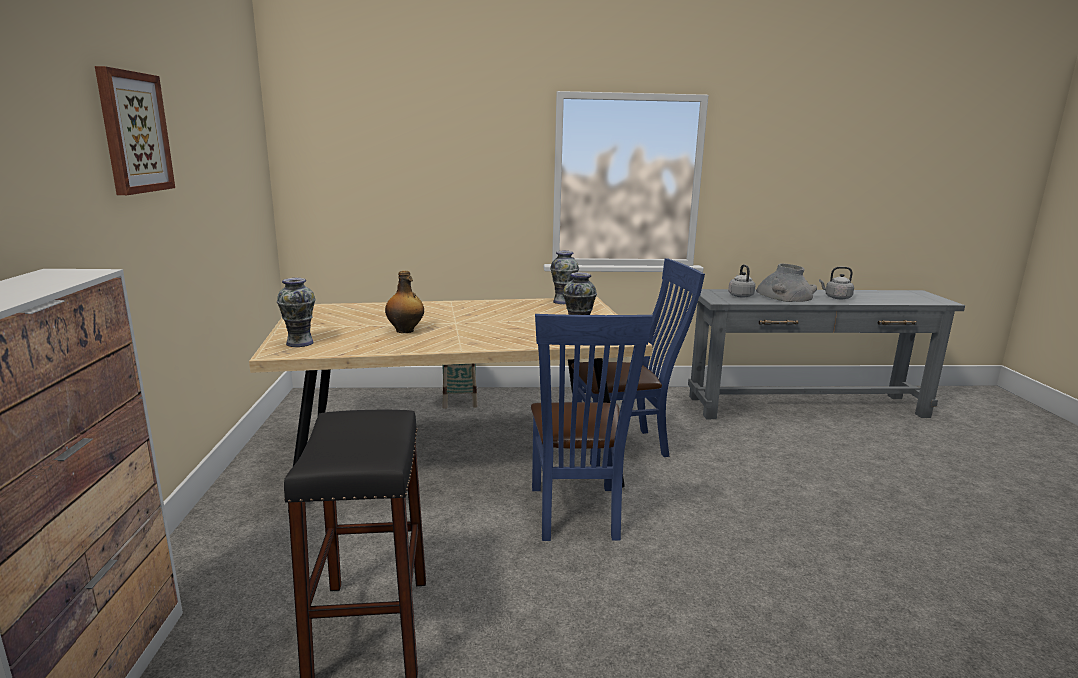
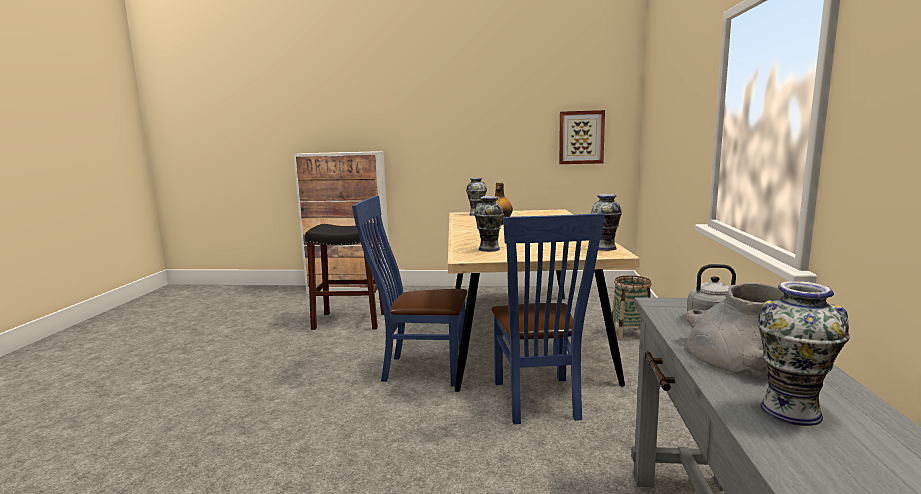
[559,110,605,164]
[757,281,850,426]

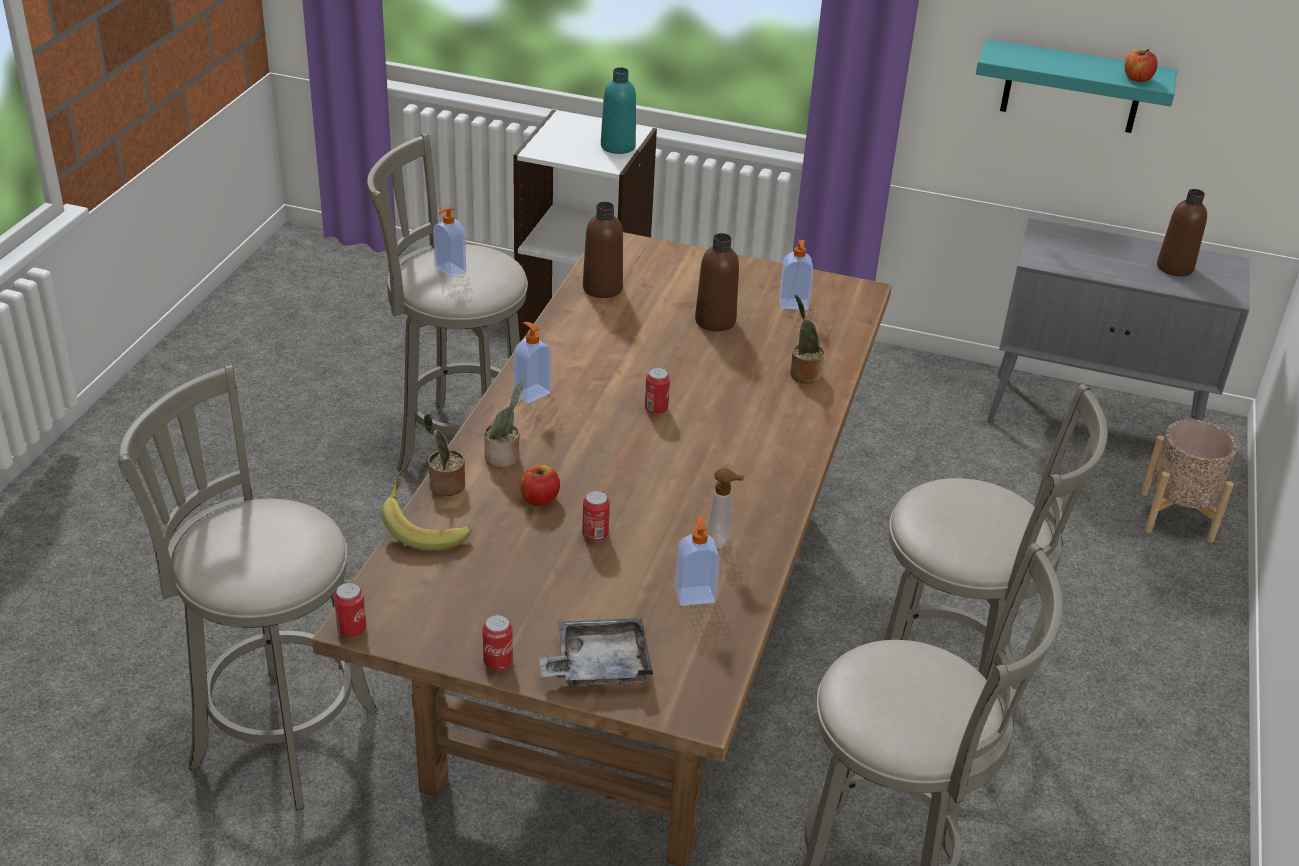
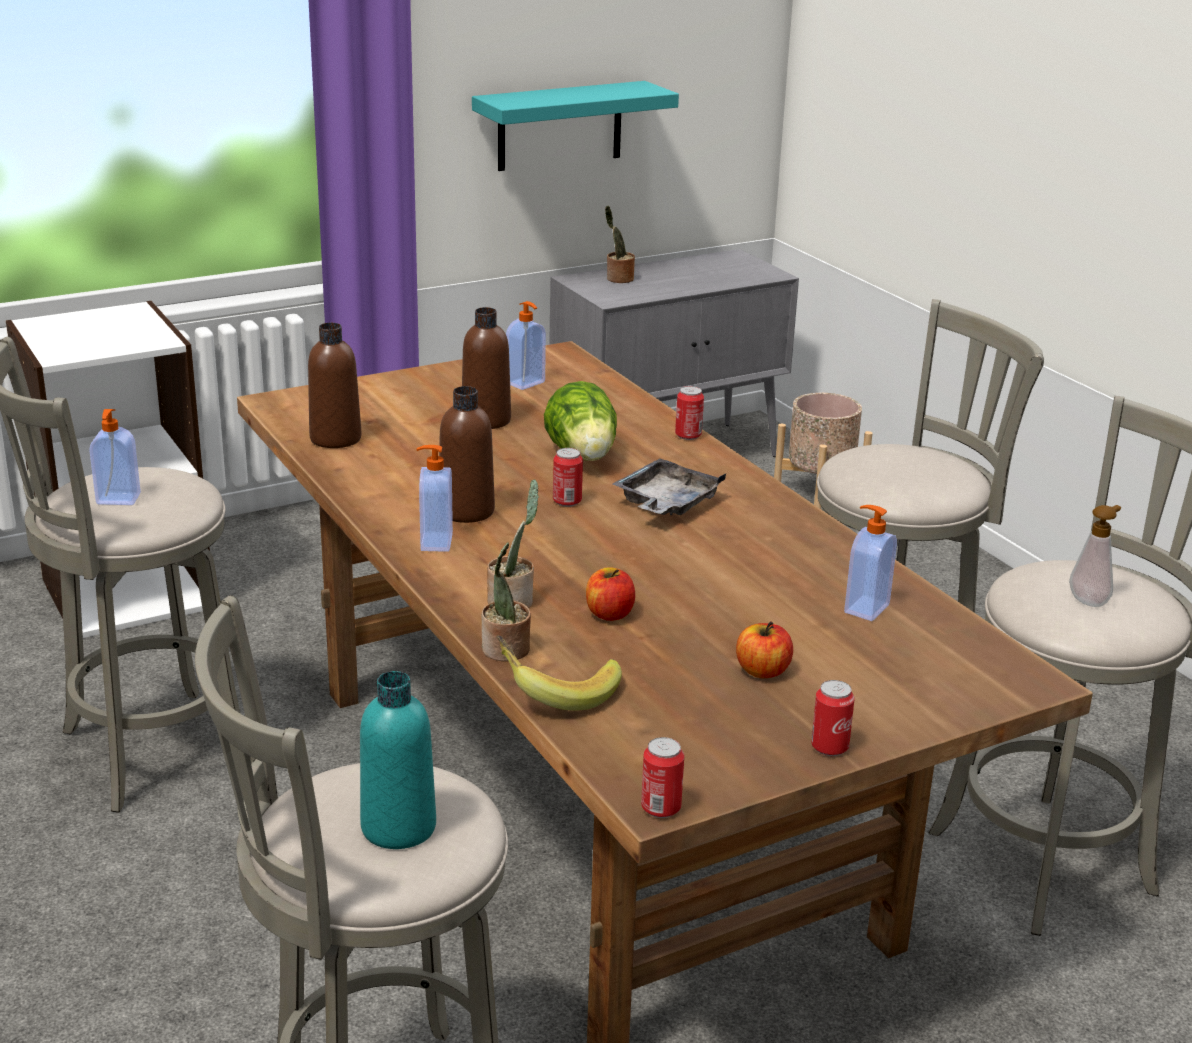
[360,671,436,849]
[439,386,495,523]
[544,381,617,461]
[605,206,635,283]
[613,458,726,515]
[675,386,704,440]
[736,621,793,678]
[1069,505,1121,607]

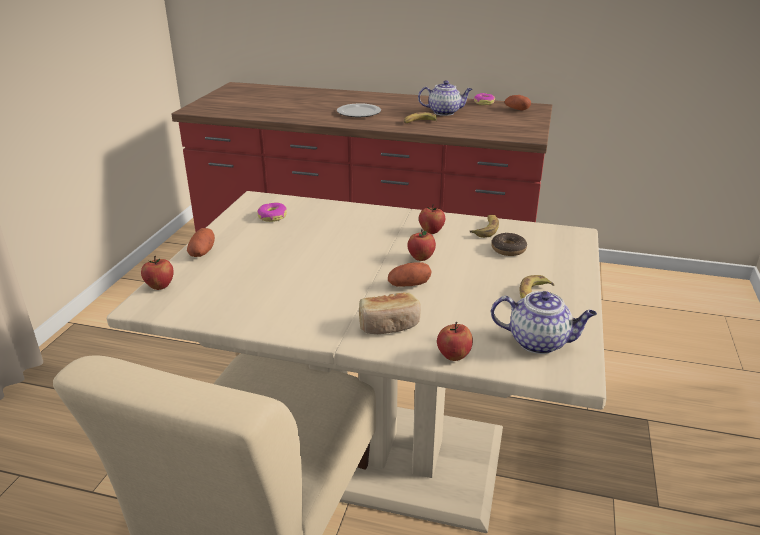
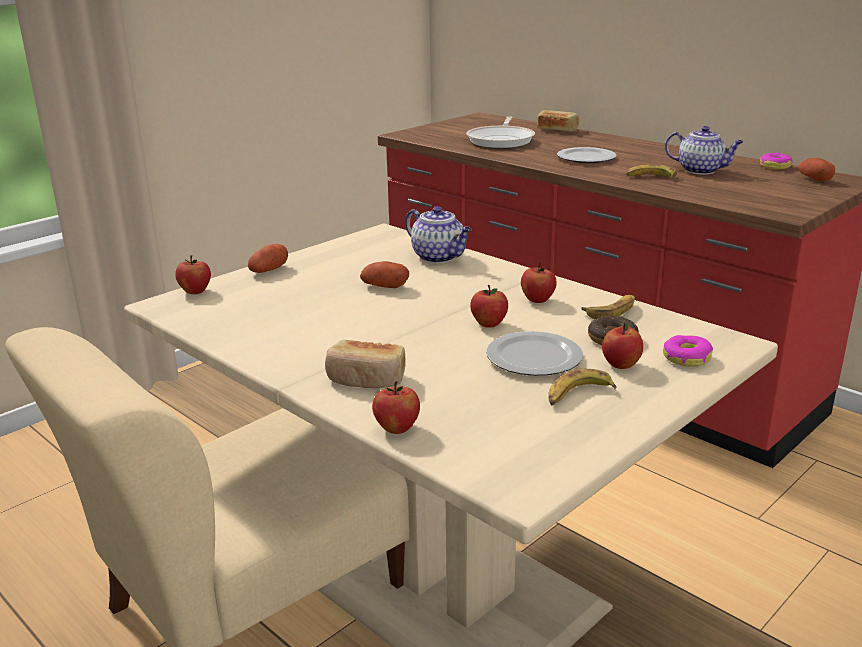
[360,261,409,288]
[405,206,472,263]
[466,116,535,148]
[486,331,583,376]
[537,110,579,132]
[602,322,643,369]
[663,335,713,367]

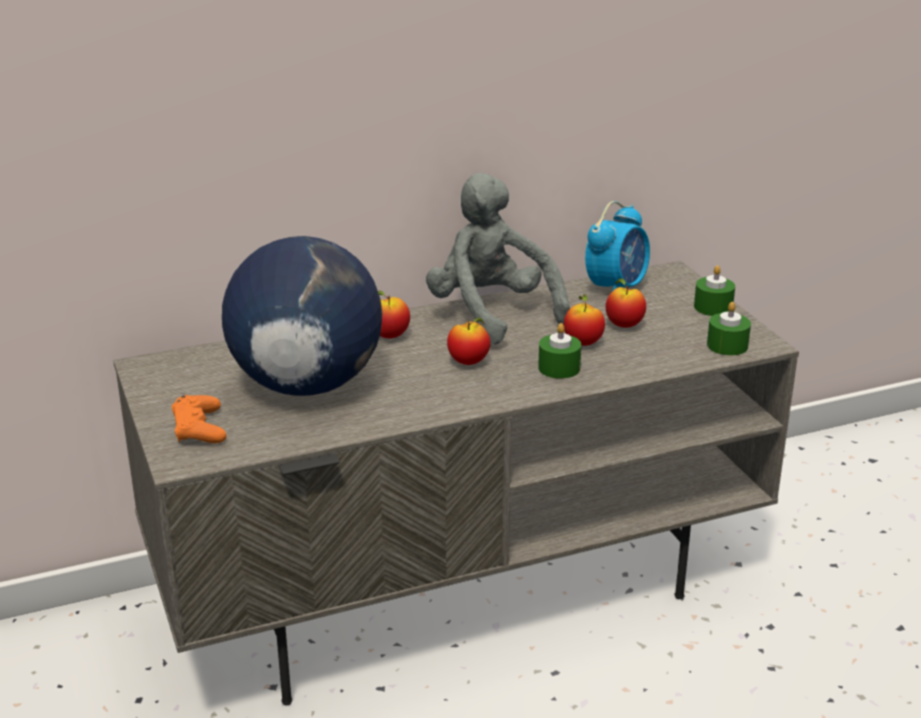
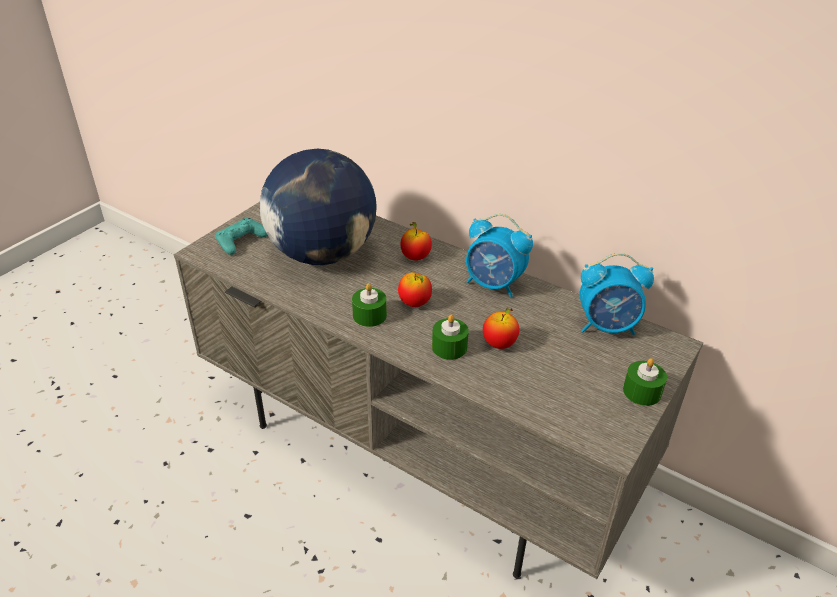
[215,218,267,255]
[352,283,387,327]
[466,214,533,297]
[606,278,646,328] (first image)

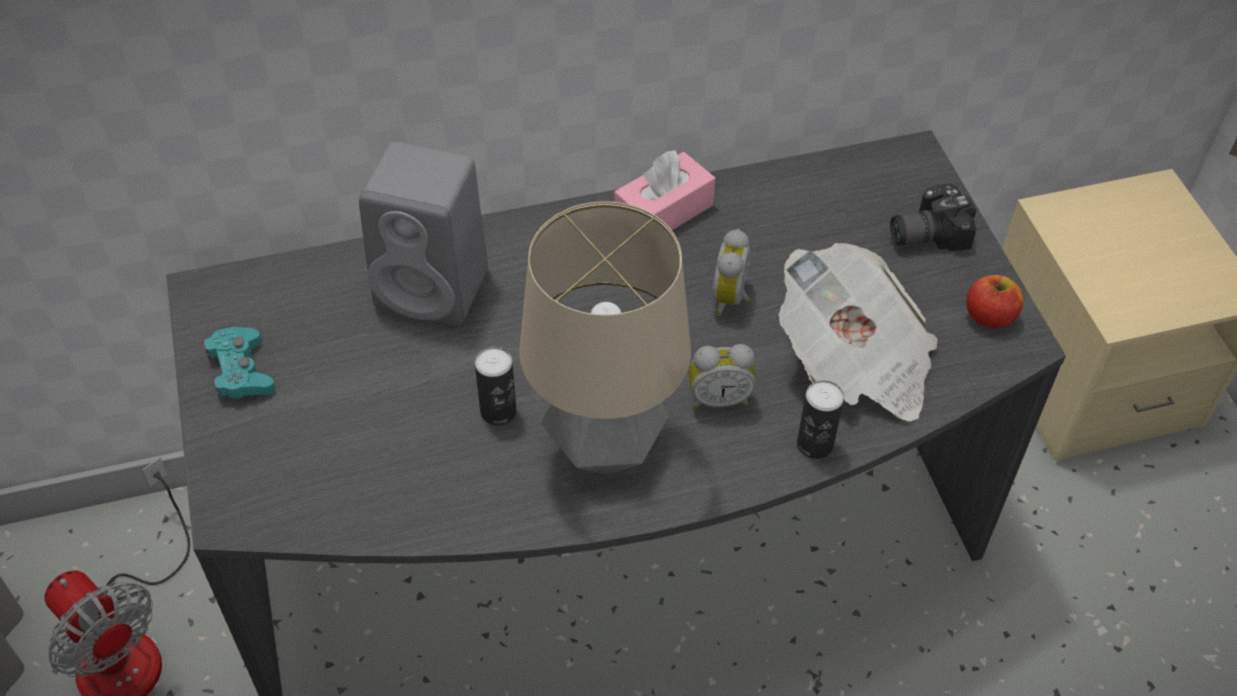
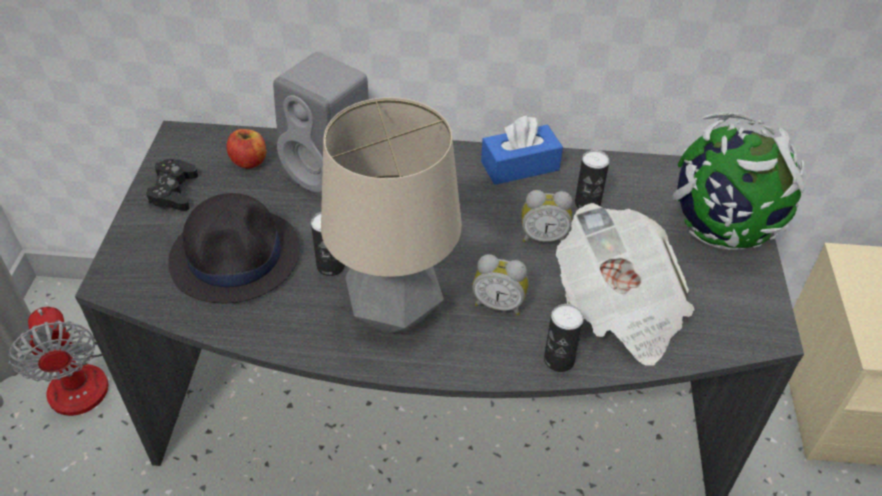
[145,159,198,211]
[168,193,300,303]
[227,129,266,169]
[481,115,563,185]
[522,190,573,242]
[575,150,610,209]
[672,112,806,250]

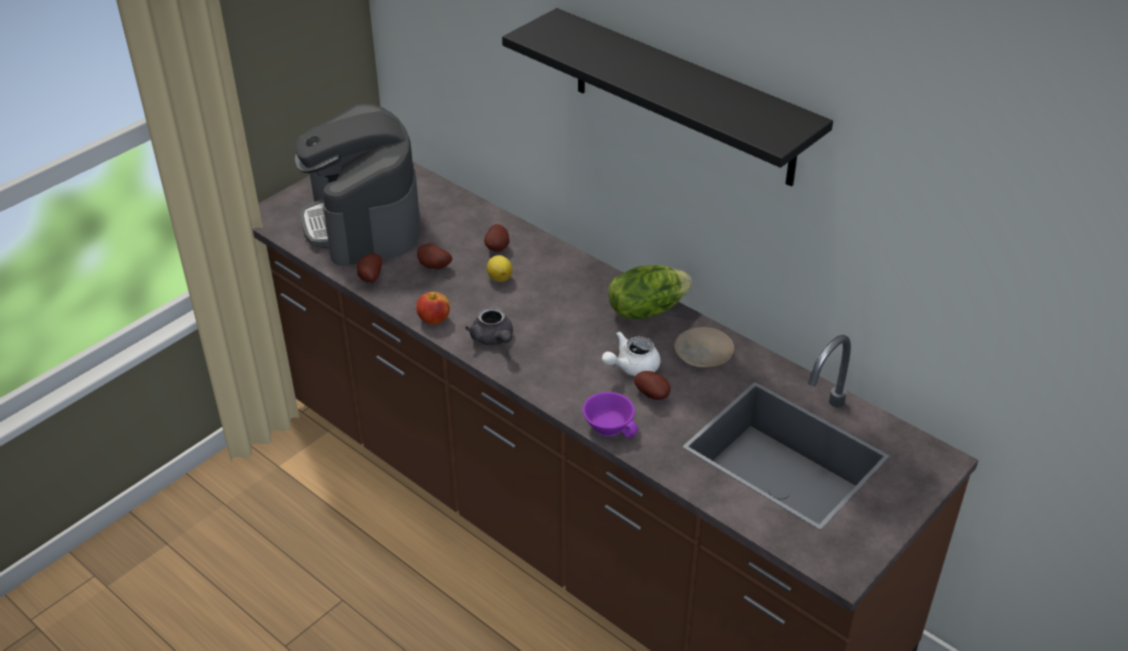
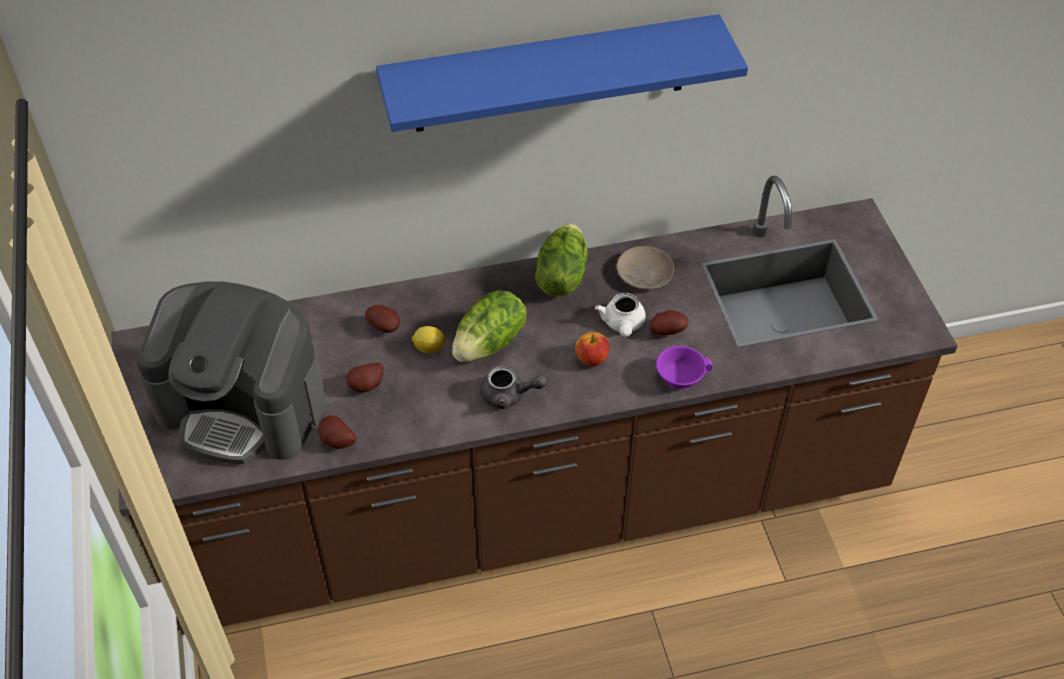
[376,14,748,132]
[452,290,527,362]
[575,332,610,366]

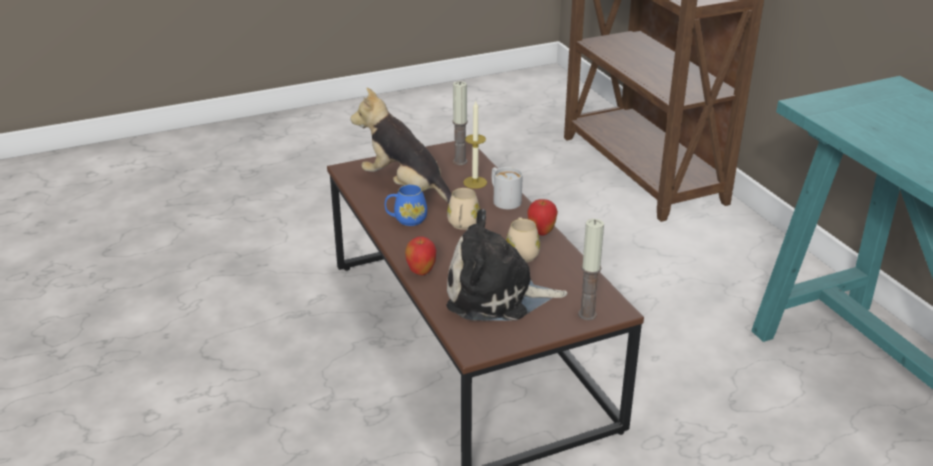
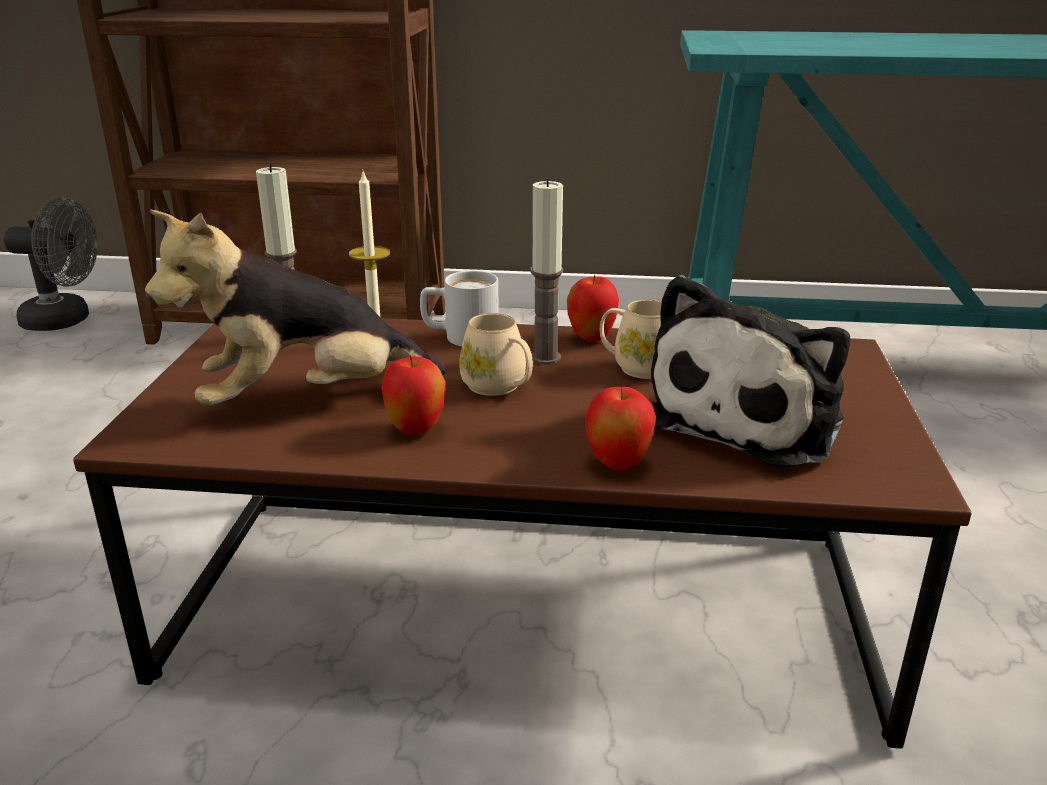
[4,198,98,331]
[381,356,445,436]
[531,179,563,364]

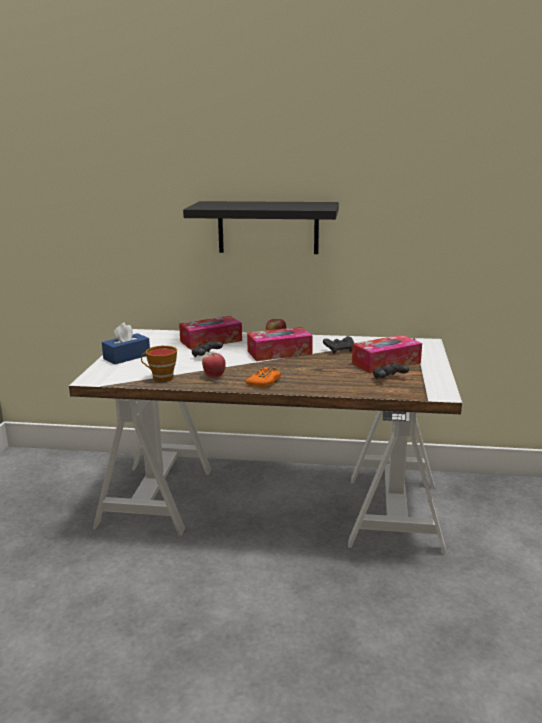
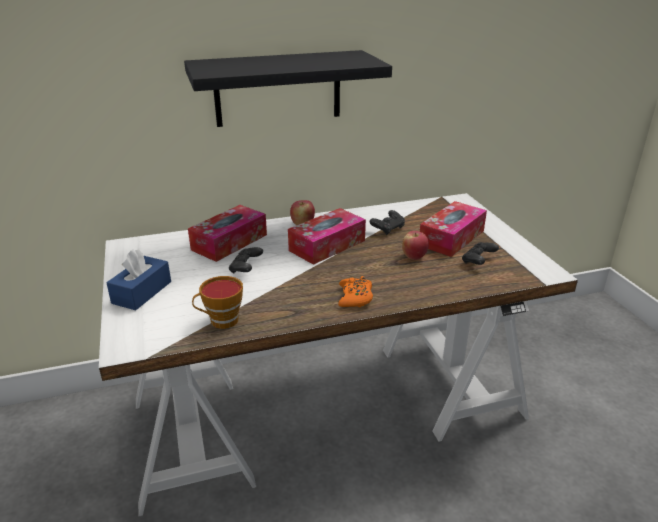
[402,231,429,260]

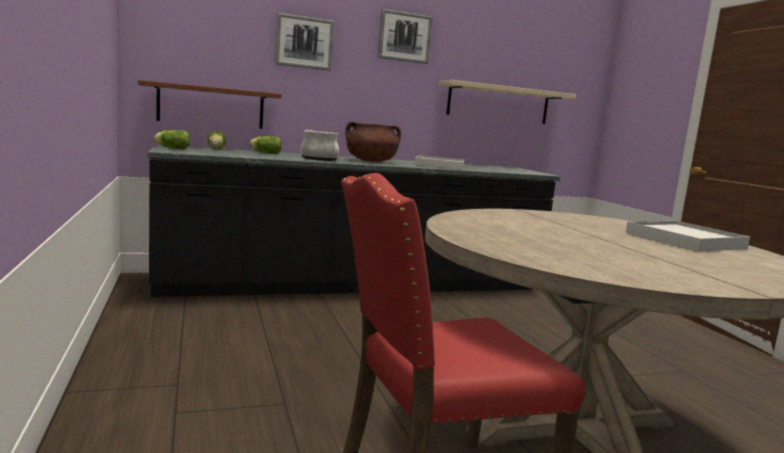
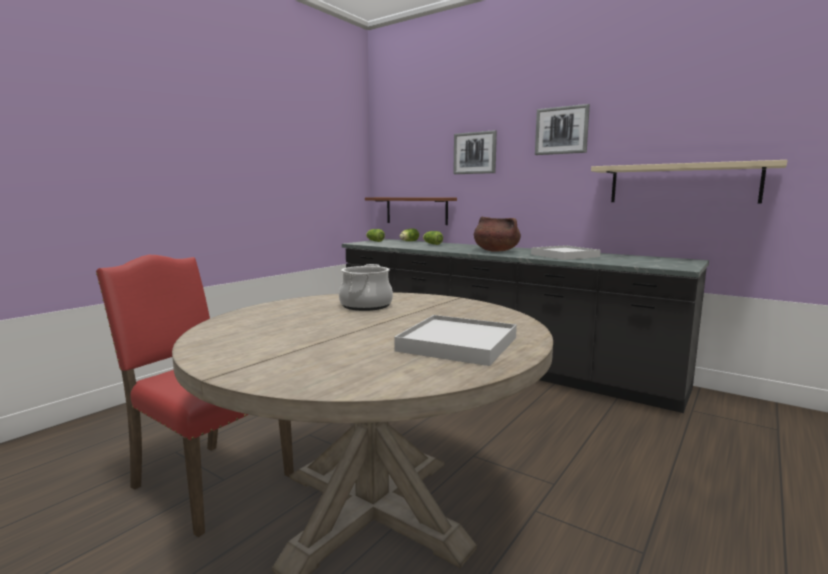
[339,264,393,311]

